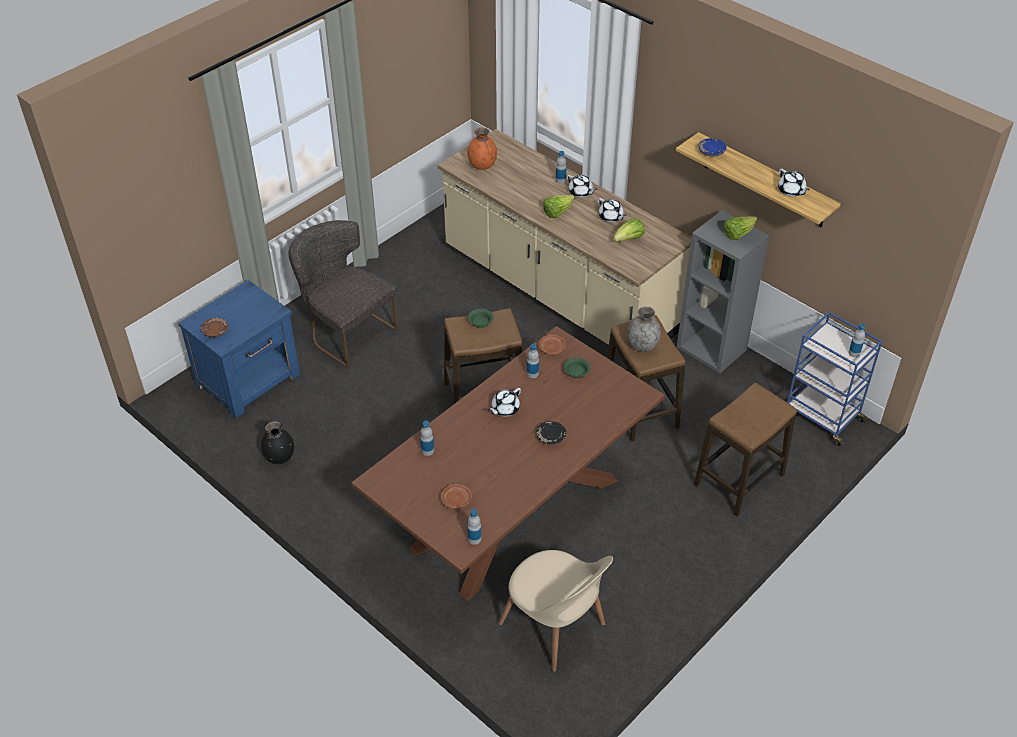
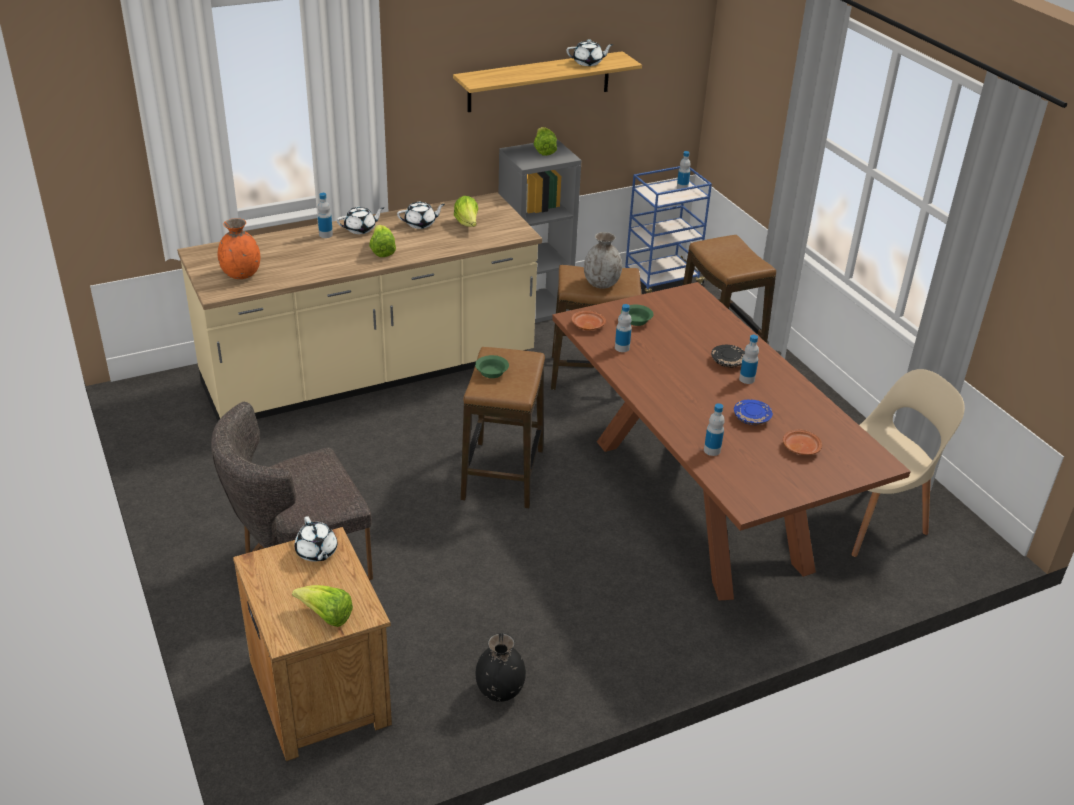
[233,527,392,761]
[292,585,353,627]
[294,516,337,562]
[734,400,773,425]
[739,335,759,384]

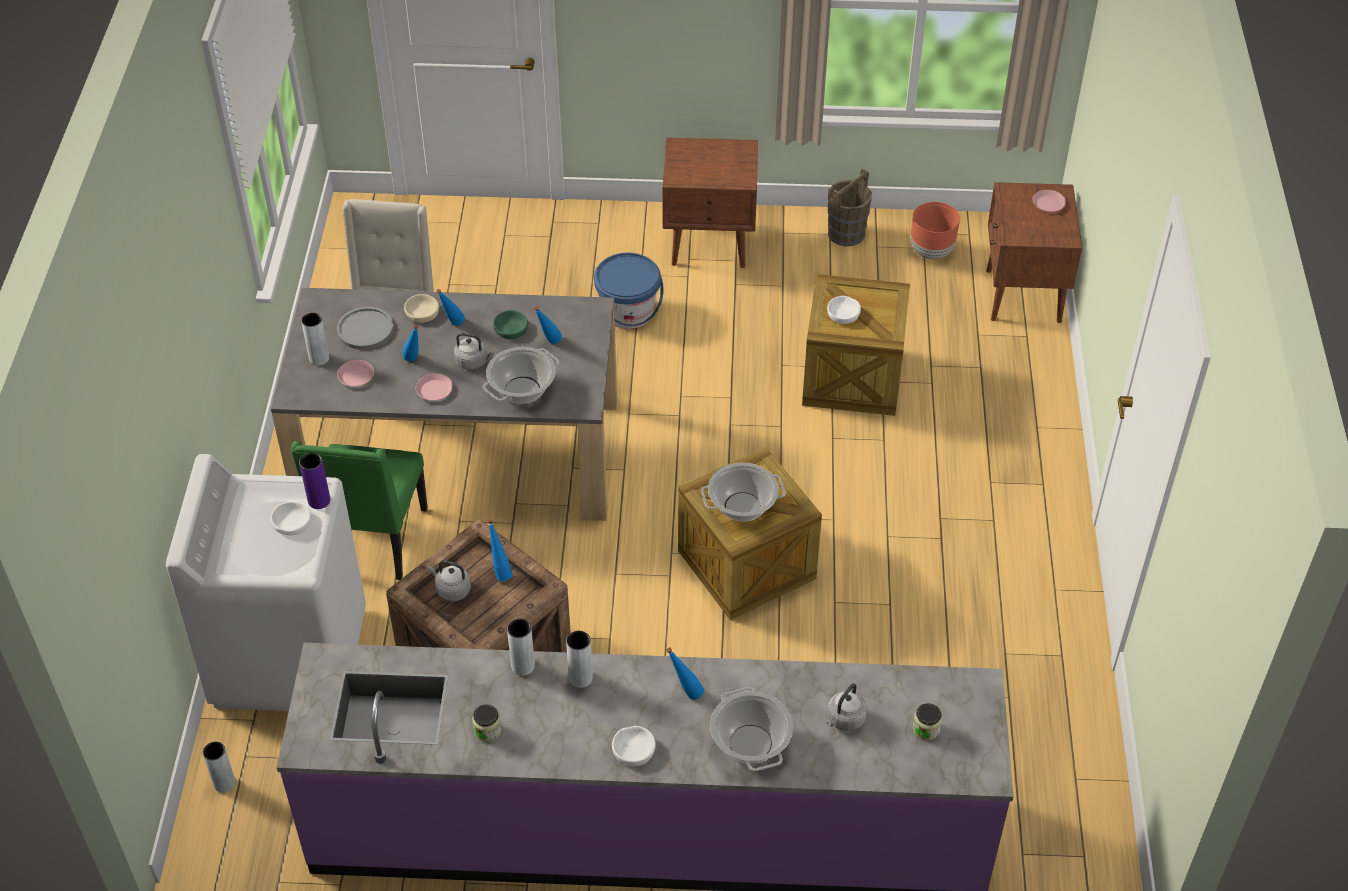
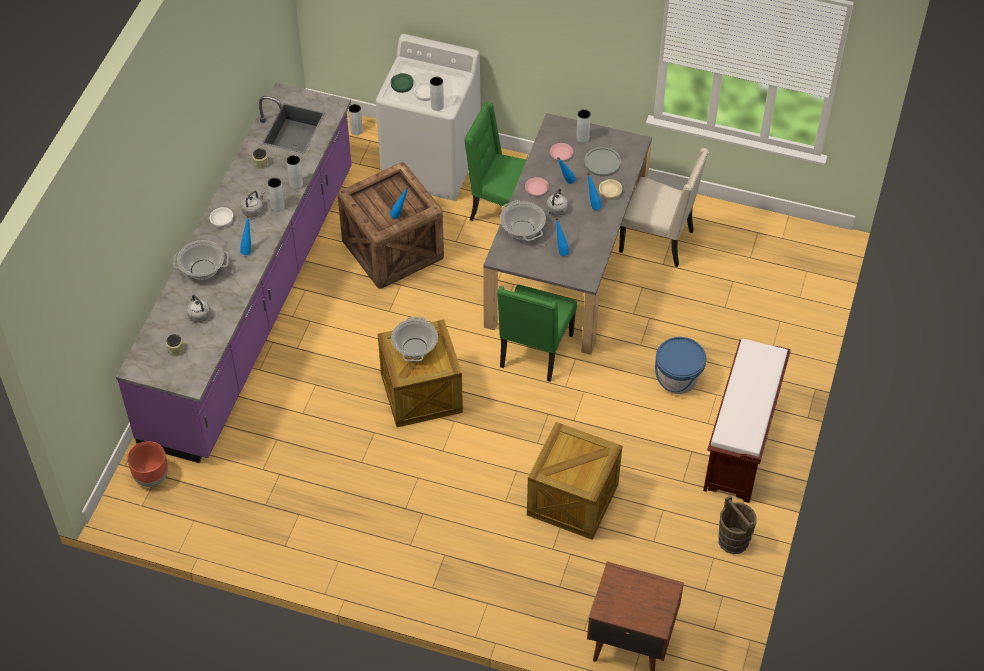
[127,441,168,487]
[241,191,265,217]
[391,73,414,93]
[430,77,444,111]
[497,284,577,382]
[703,339,791,503]
[827,296,861,324] (first image)
[1033,190,1066,212] (first image)

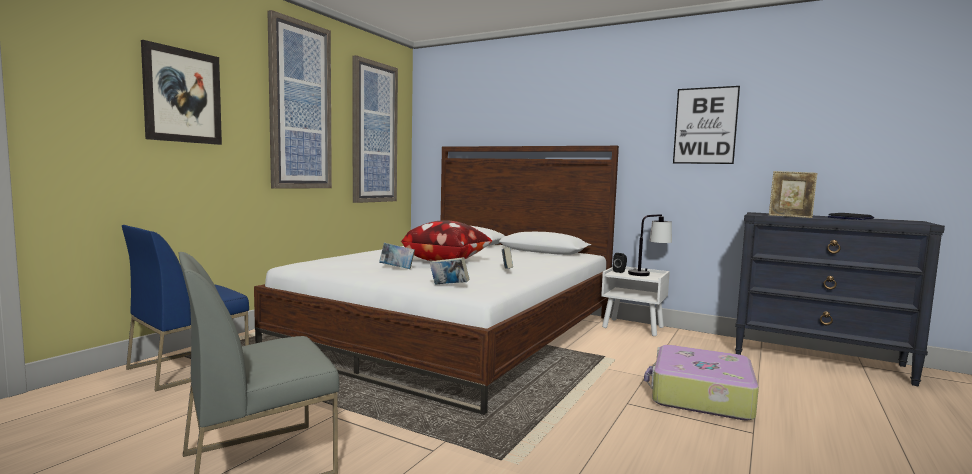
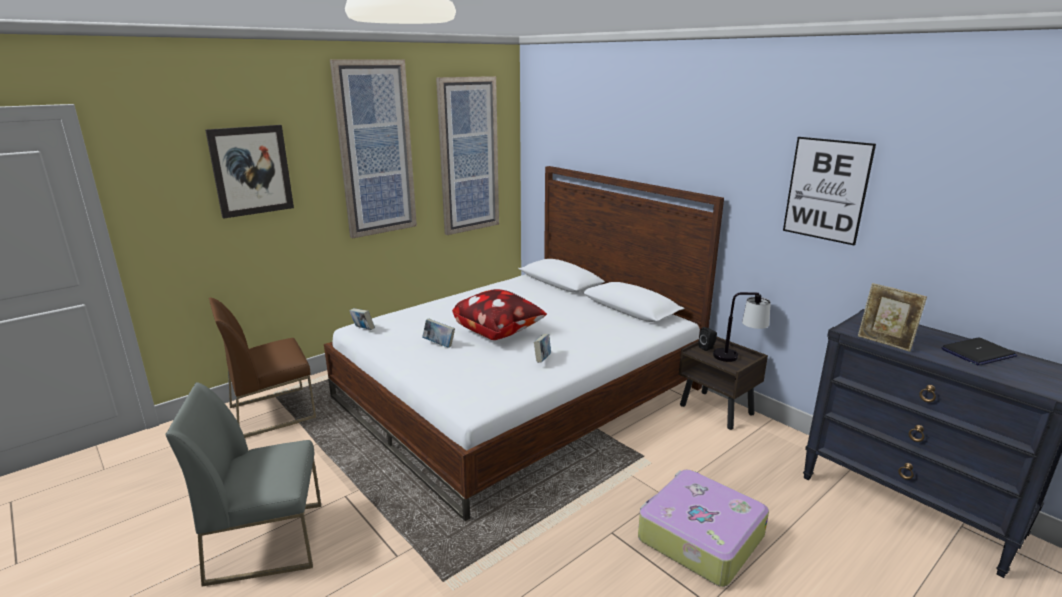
[209,298,316,438]
[349,308,375,330]
[679,337,768,430]

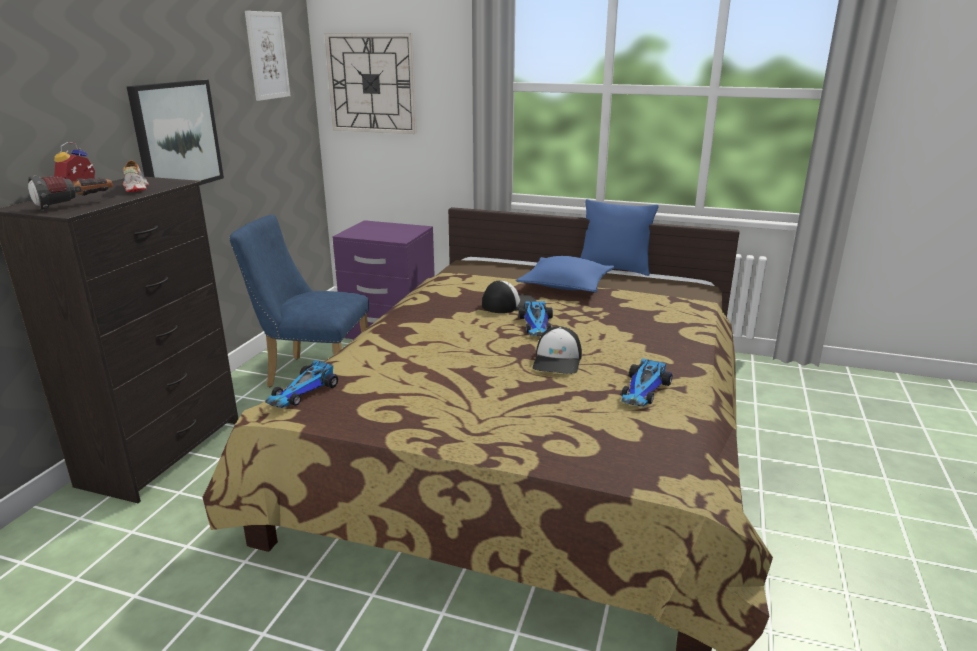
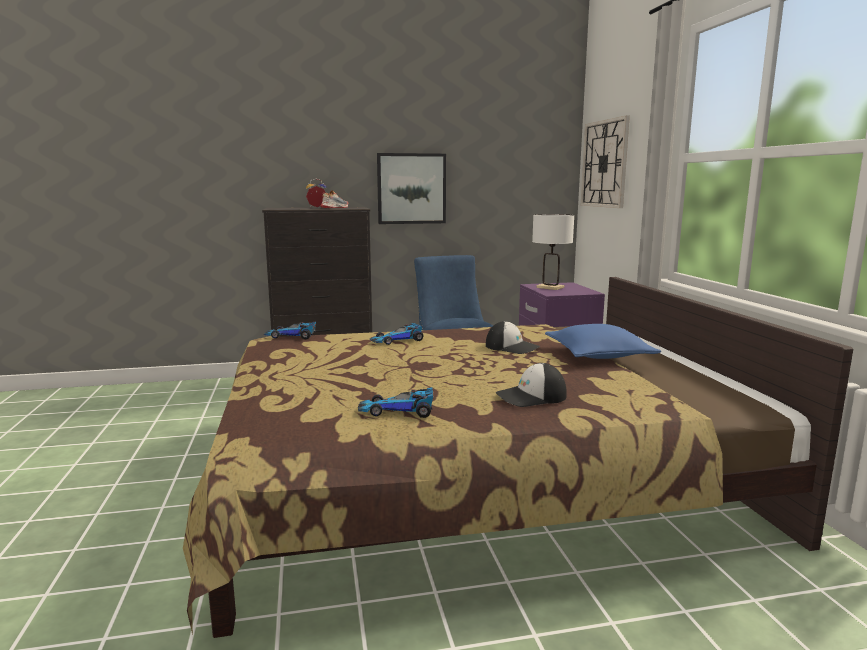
[370,323,423,345]
[496,363,567,407]
[532,214,574,290]
[28,175,113,210] (first image)
[245,11,290,101] (first image)
[580,199,659,276] (first image)

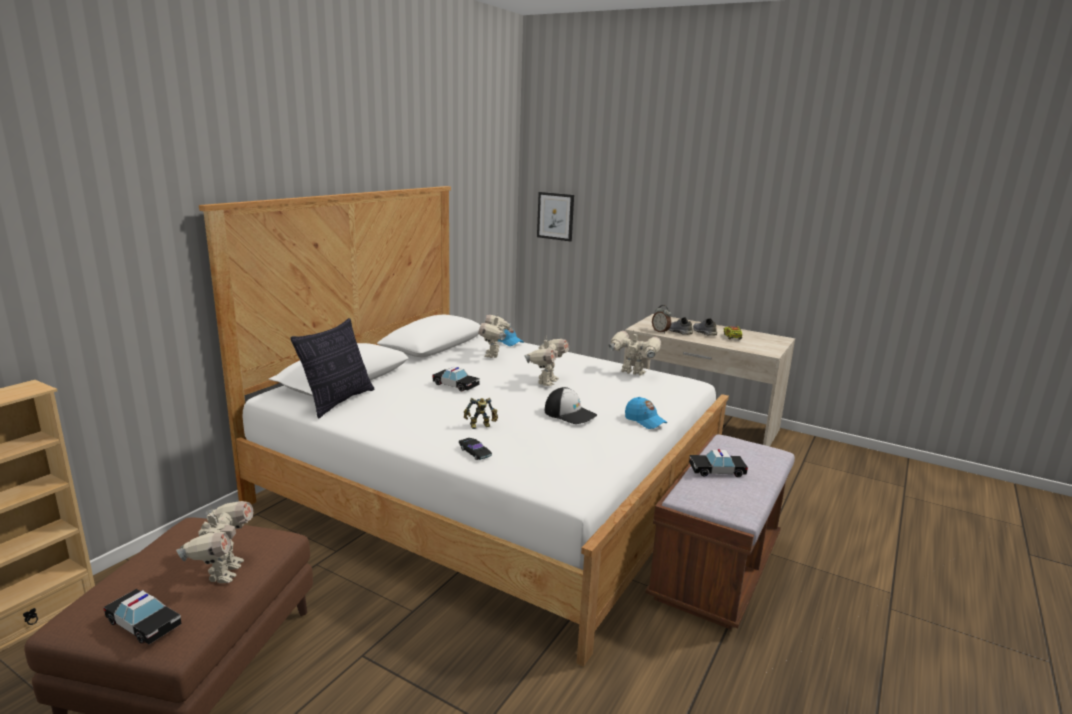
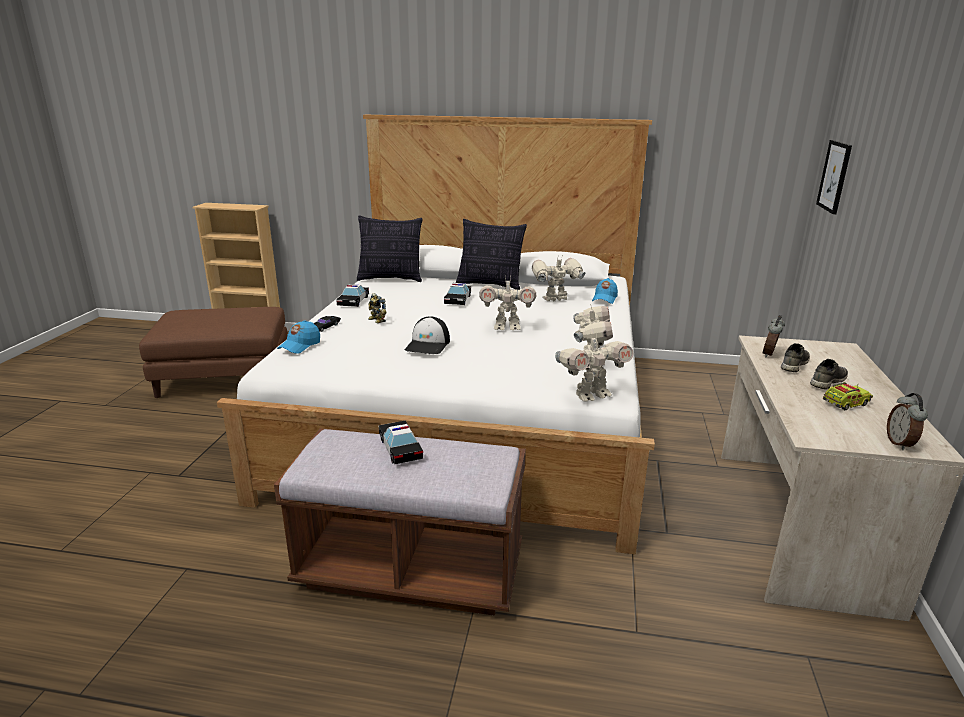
[277,320,320,354]
[336,284,369,307]
[456,219,527,290]
[555,331,634,402]
[887,393,928,450]

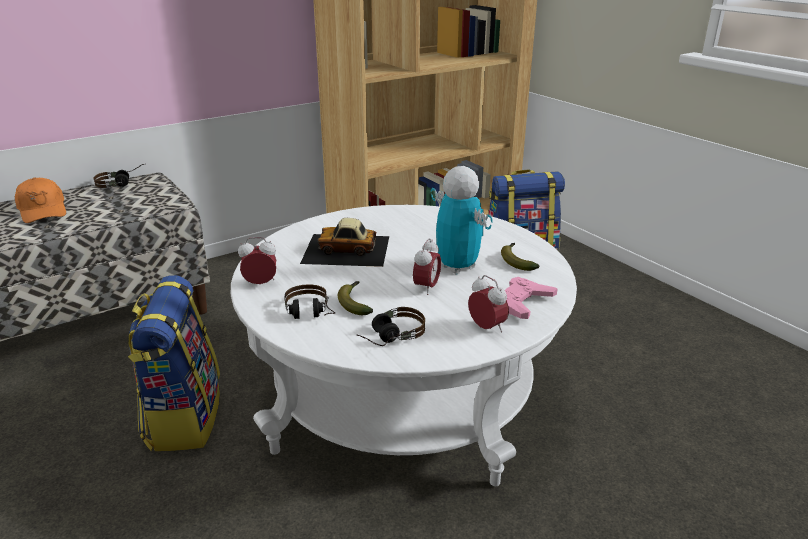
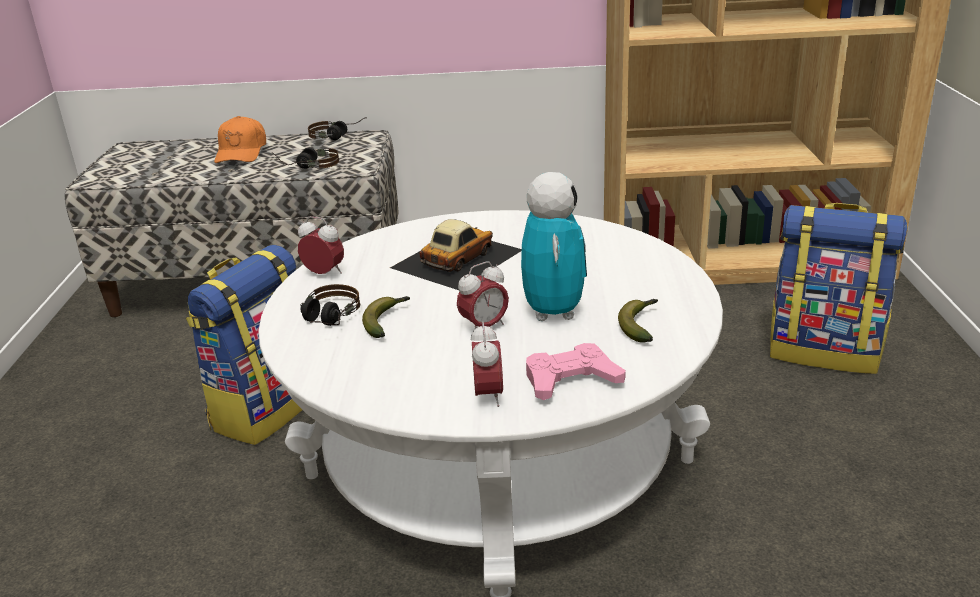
[272,148,339,169]
[390,219,522,290]

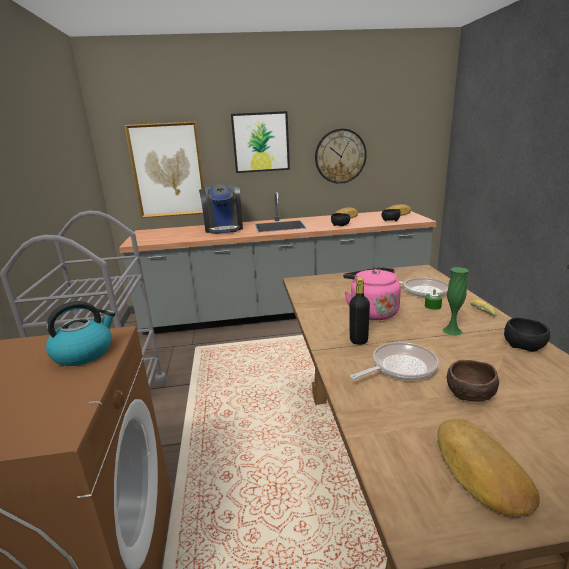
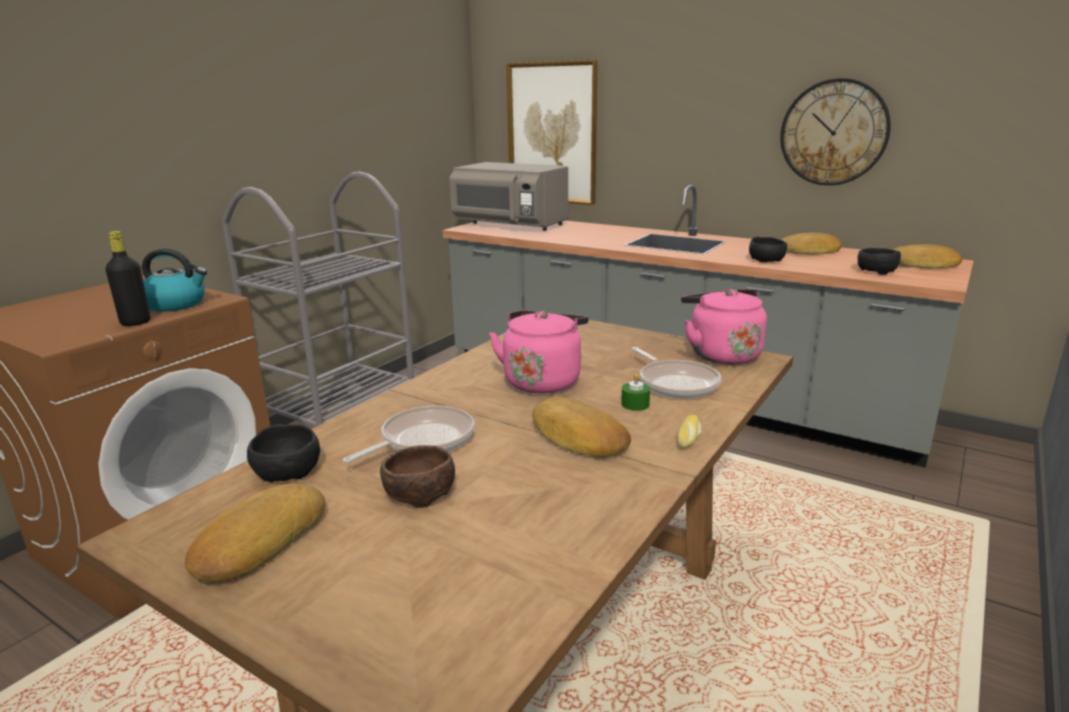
[105,231,150,326]
[247,424,320,482]
[343,405,475,463]
[450,162,569,231]
[532,397,631,457]
[681,289,767,365]
[199,184,243,234] (first image)
[231,111,290,173] (first image)

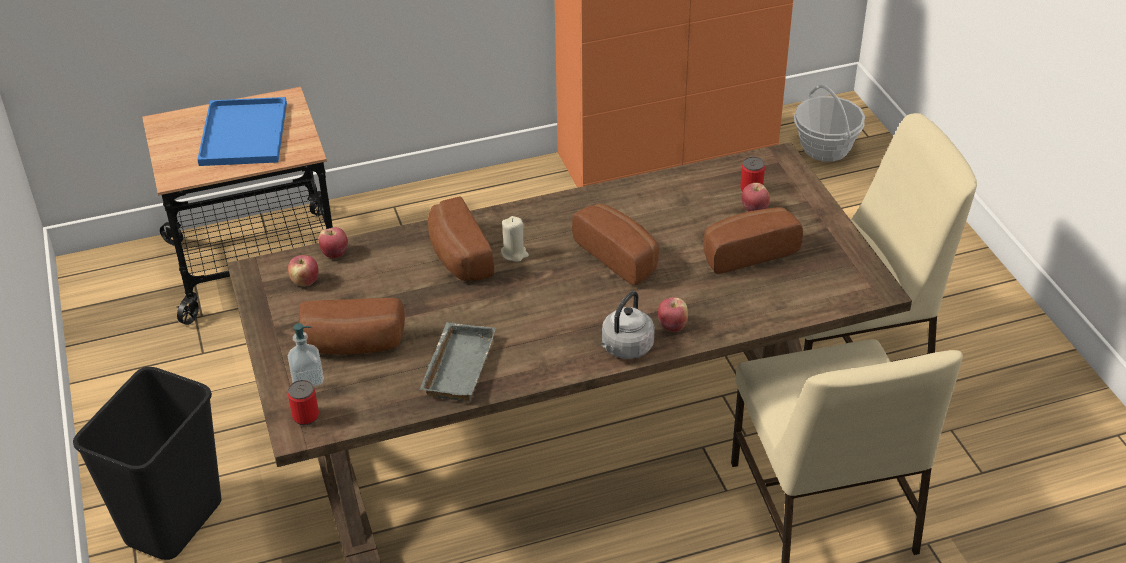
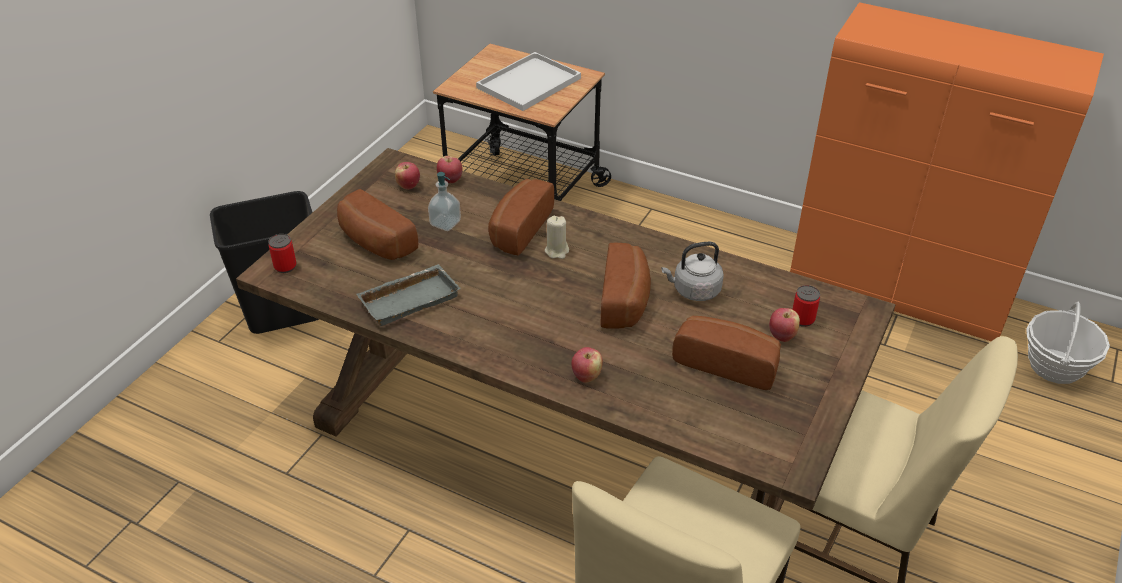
[428,172,461,231]
[476,52,581,111]
[661,242,724,301]

